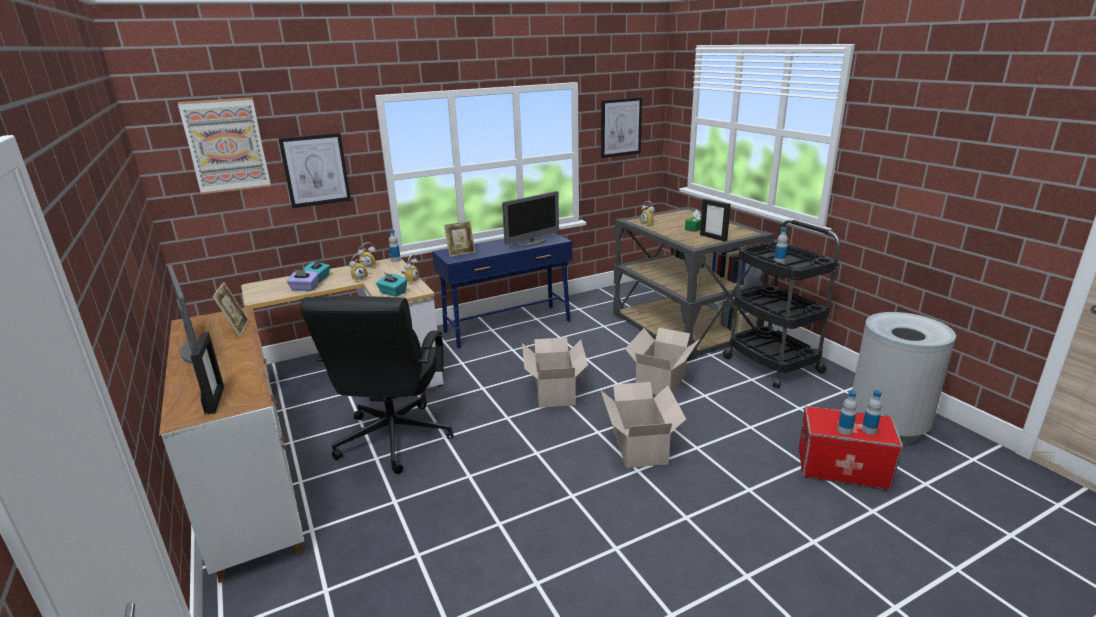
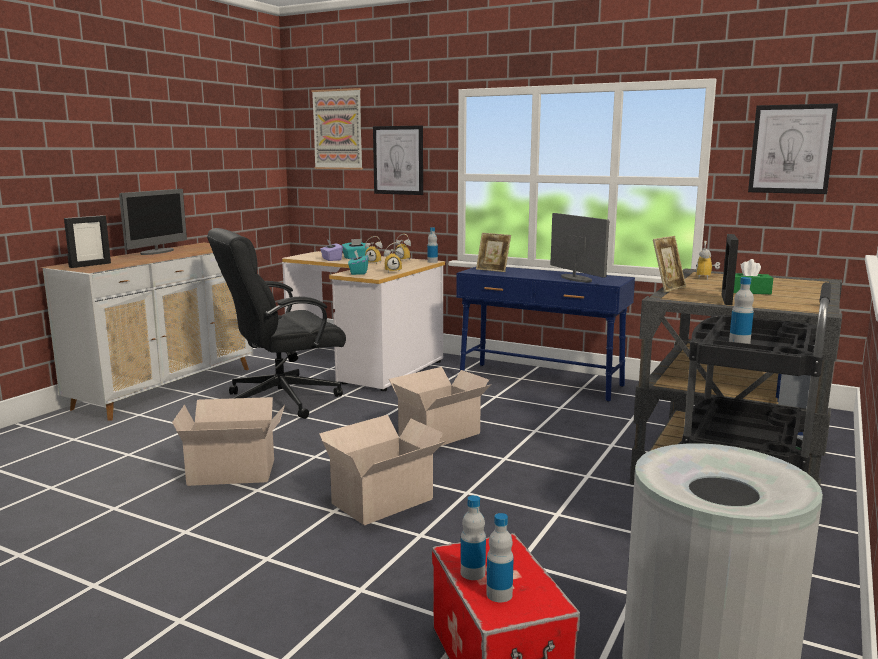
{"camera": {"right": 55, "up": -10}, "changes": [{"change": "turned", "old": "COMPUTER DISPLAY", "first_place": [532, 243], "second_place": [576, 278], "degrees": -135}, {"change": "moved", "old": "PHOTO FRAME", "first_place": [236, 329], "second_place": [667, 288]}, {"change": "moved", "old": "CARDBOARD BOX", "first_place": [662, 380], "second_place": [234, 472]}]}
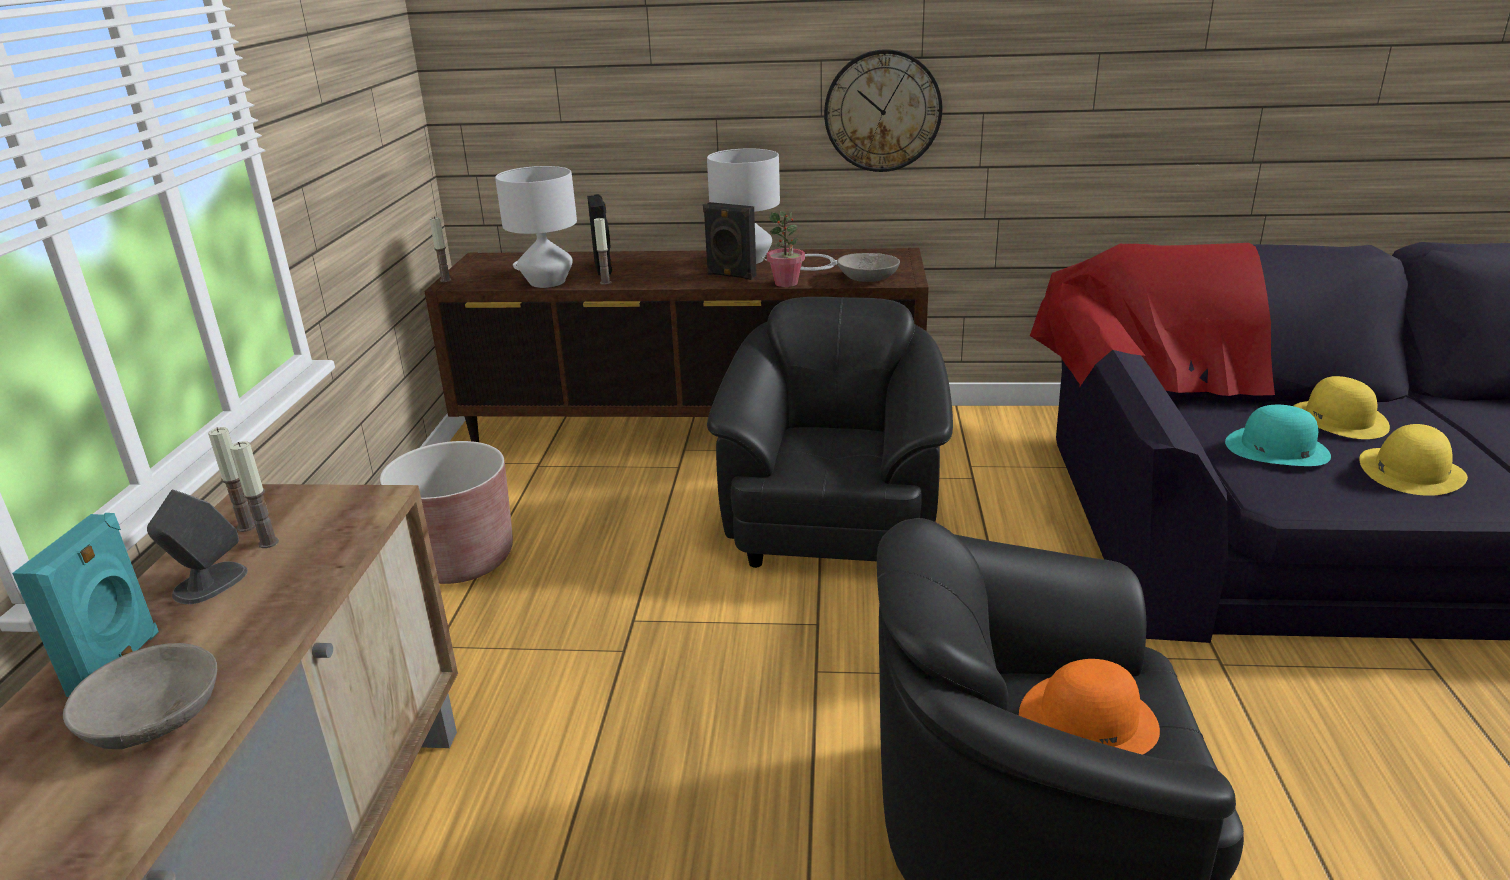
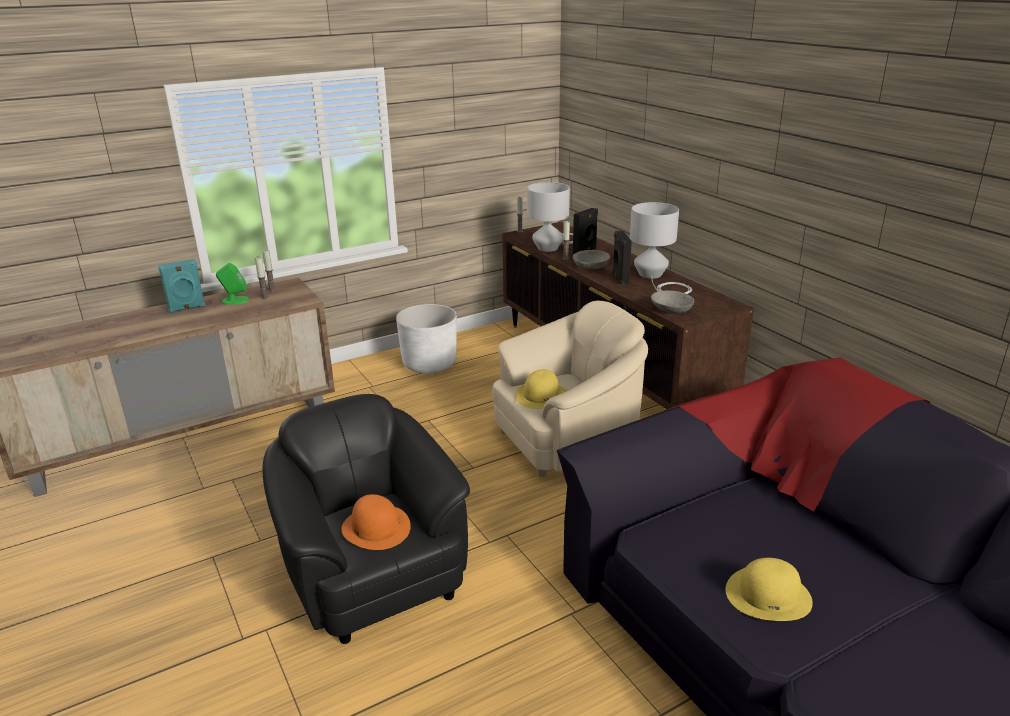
{"camera": {"right": 55, "up": 0}, "changes": [{"change": "removed", "old": "CLOCK ON THE WALL", "first_place": [882, 111]}, {"change": "removed", "old": "PLANT IN A POT", "first_place": [786, 283]}, {"change": "recoloured", "old": "BLACKISH EASY CHAIR", "new": "BEIGE EASY CHAIR", "first_place": [833, 524], "second_place": [567, 440]}, {"change": "moved", "old": "YELLOWISH HAT", "first_place": [1339, 419], "second_place": [541, 395]}, {"change": "removed", "old": "BLUE-GREEN HAT", "first_place": [1276, 448]}, {"change": "recoloured", "old": "BROWNISH PLANT POT", "new": "WHITE-COLOURED PLANT POT", "first_place": [460, 559], "second_place": [429, 364]}, {"change": "recoloured", "old": "GREYISH SPEAKER", "new": "GREENISH SPEAKER", "first_place": [209, 583], "second_place": [235, 300]}, {"change": "moved", "old": "GREYISH DEEP DISH", "first_place": [154, 717], "second_place": [591, 266]}]}
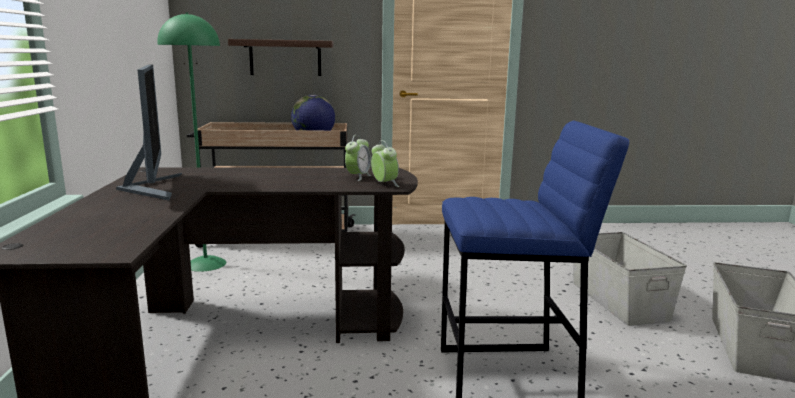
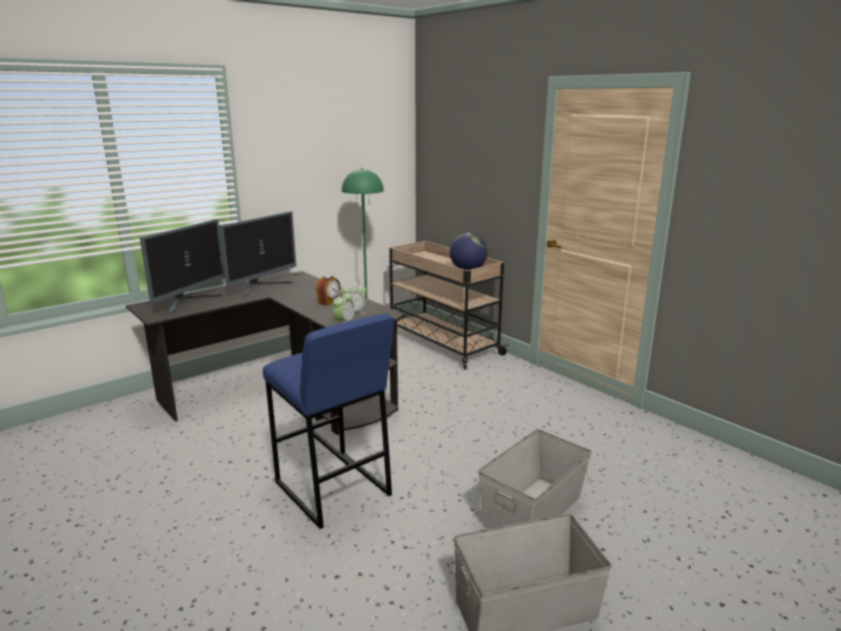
{"camera": {"right": 55, "up": 5}, "changes": [{"change": "removed", "old": "WALL SHELF", "first_place": [285, 58]}, {"change": "added", "new": "COMPUTER DISPLAY", "second_place": [189, 302]}, {"change": "added", "new": "ALARM CLOCK", "second_place": [329, 302]}]}
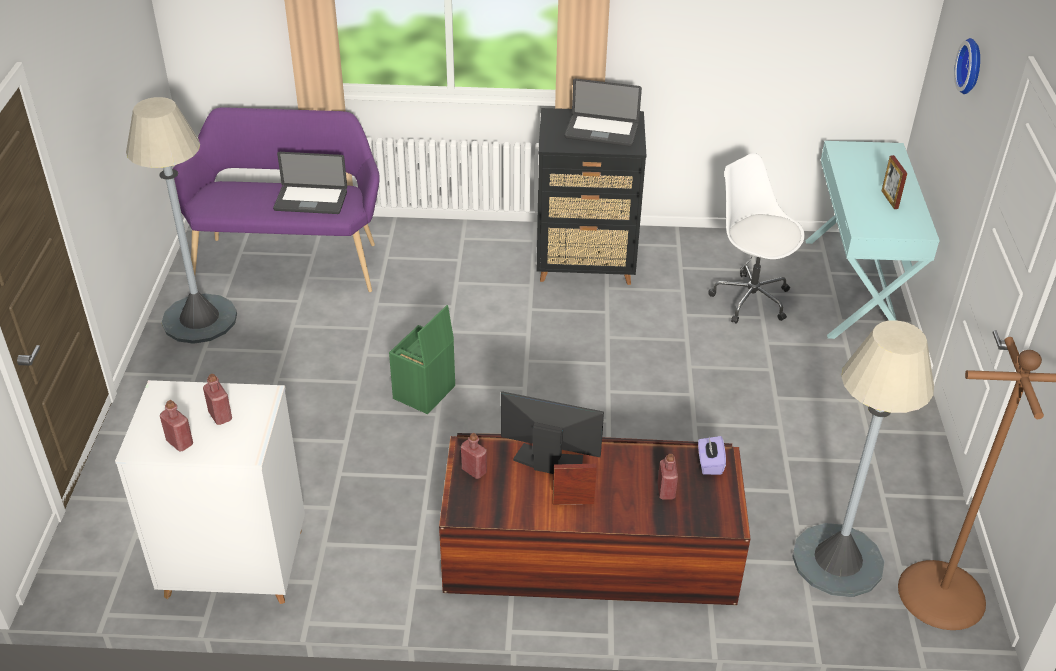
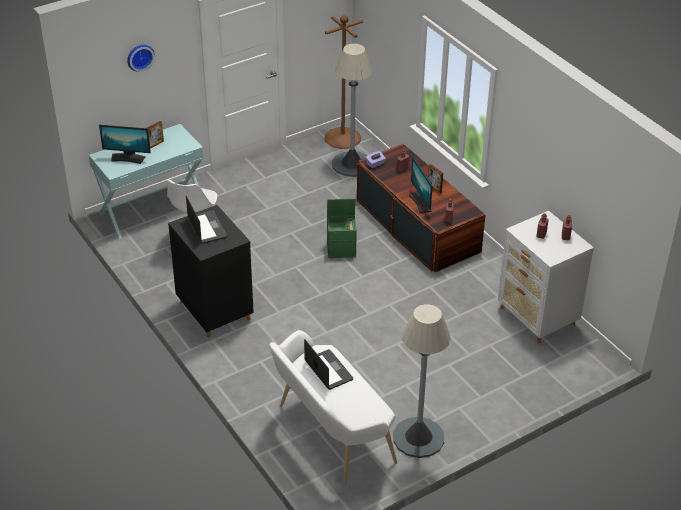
{"camera": {"right": -125, "up": 0}, "changes": [{"change": "recoloured", "old": "PURPLE-COLOURED LONG SEAT", "new": "WHITE-COLOURED LONG SEAT", "first_place": [290, 260], "second_place": [330, 435]}, {"change": "moved", "old": "GREENISH STORAGE BIN", "first_place": [424, 393], "second_place": [342, 249]}, {"change": "added", "new": "COMPUTER DISPLAY", "second_place": [127, 158]}]}
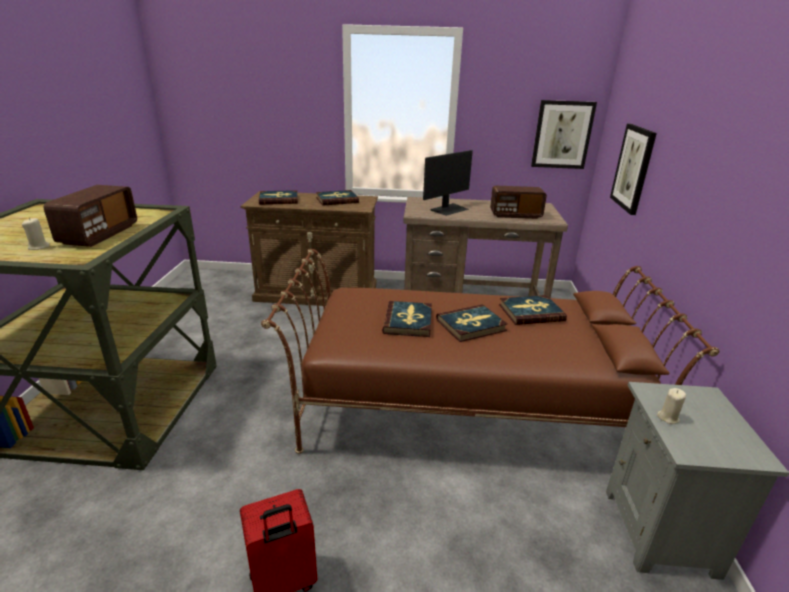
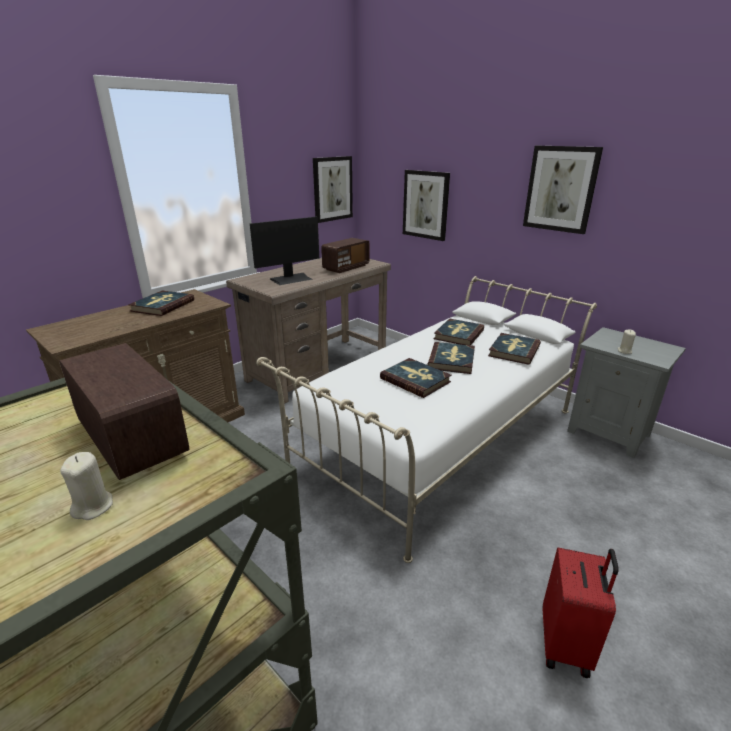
{"camera": {"right": -50, "up": 0}, "changes": [{"change": "turned", "old": "COMPUTER DISPLAY", "first_place": [449, 209], "second_place": [291, 279], "degrees": 60}, {"change": "moved", "old": "BOUND BOOK", "first_place": [279, 200], "second_place": [513, 351]}, {"change": "recoloured", "old": "BROWNISH BED", "new": "WHITE-COLOURED BED", "first_place": [463, 407], "second_place": [439, 440]}, {"change": "added", "new": "WALL ART", "second_place": [560, 189]}]}
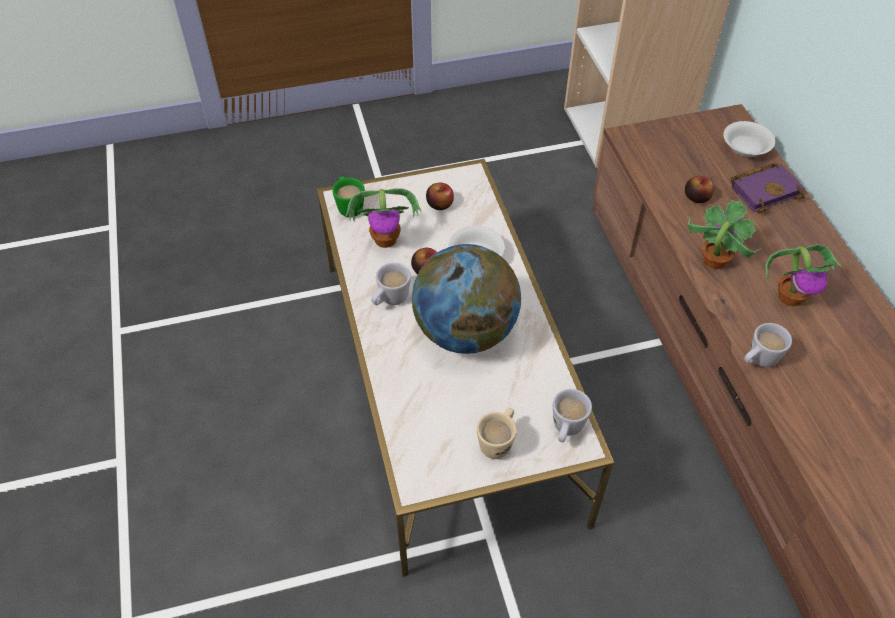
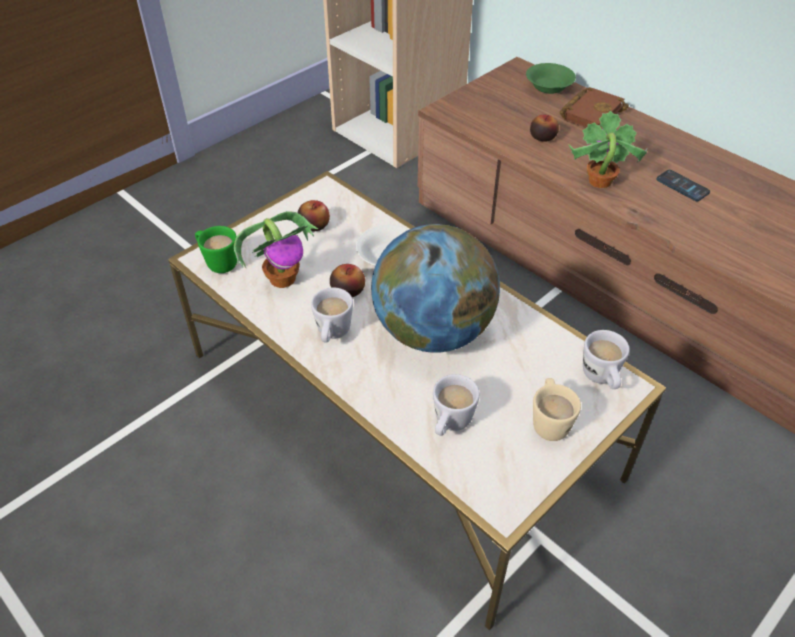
{"camera": {"right": -30, "up": -5}, "changes": [{"change": "recoloured", "old": "WHITE-COLOURED DEEP DISH", "new": "GREENISH DEEP DISH", "first_place": [745, 148], "second_place": [548, 87]}, {"change": "recoloured", "old": "PURPLE-COLOURED BOUND BOOK", "new": "BROWNISH BOUND BOOK", "first_place": [765, 190], "second_place": [591, 113]}, {"change": "replaced", "old": "PLANT IN A POT", "new": "TELEPHONE", "first_place": [790, 297], "second_place": [682, 186]}, {"change": "moved", "old": "WHITE-COLOURED TEA MUG", "first_place": [758, 360], "second_place": [450, 425]}]}
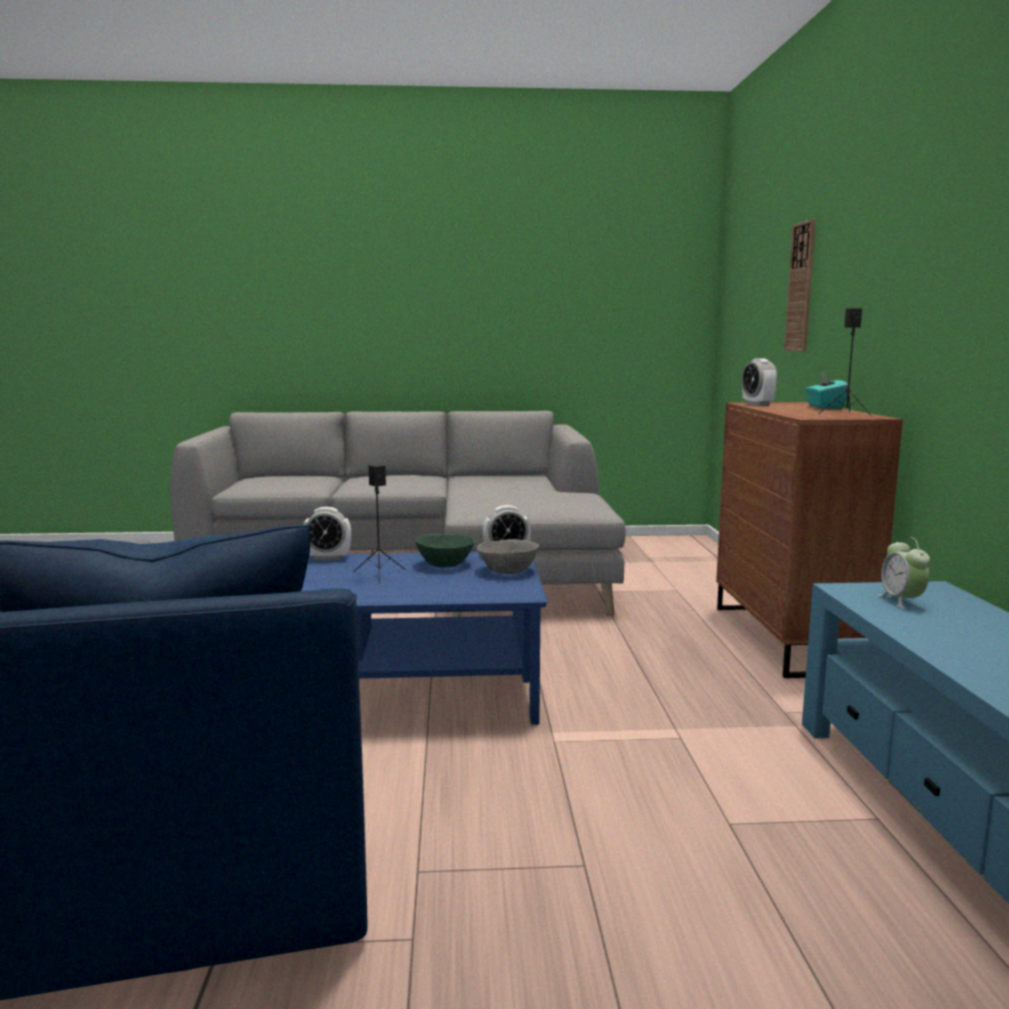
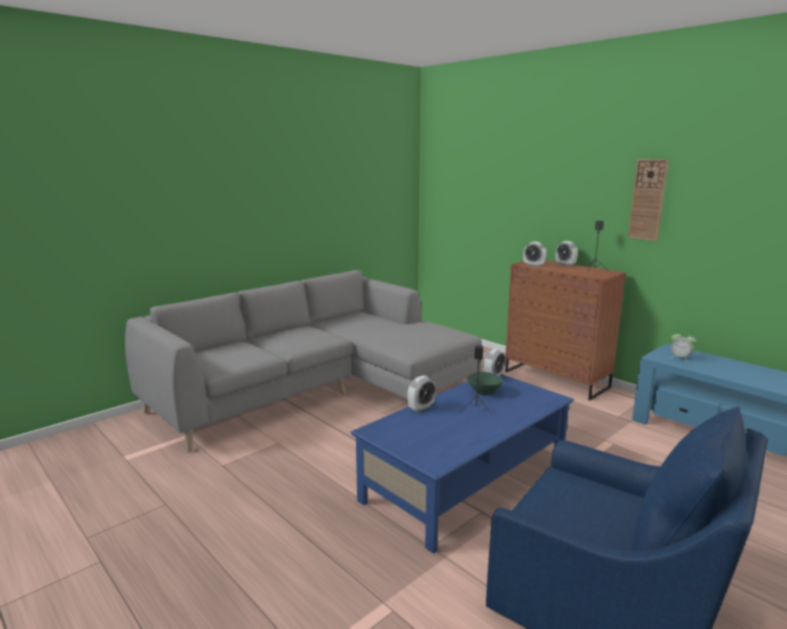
{"camera": {"right": -40, "up": 5}, "changes": [{"change": "moved", "old": "CLOCK ON THE WALL", "first_place": [801, 287], "second_place": [647, 199]}, {"change": "replaced", "old": "BLUE-GREEN TISSUE HOLDER", "new": "ALARM CLOCK", "first_place": [824, 407], "second_place": [565, 264]}, {"change": "removed", "old": "GREYISH DEEP DISH", "first_place": [508, 570]}]}
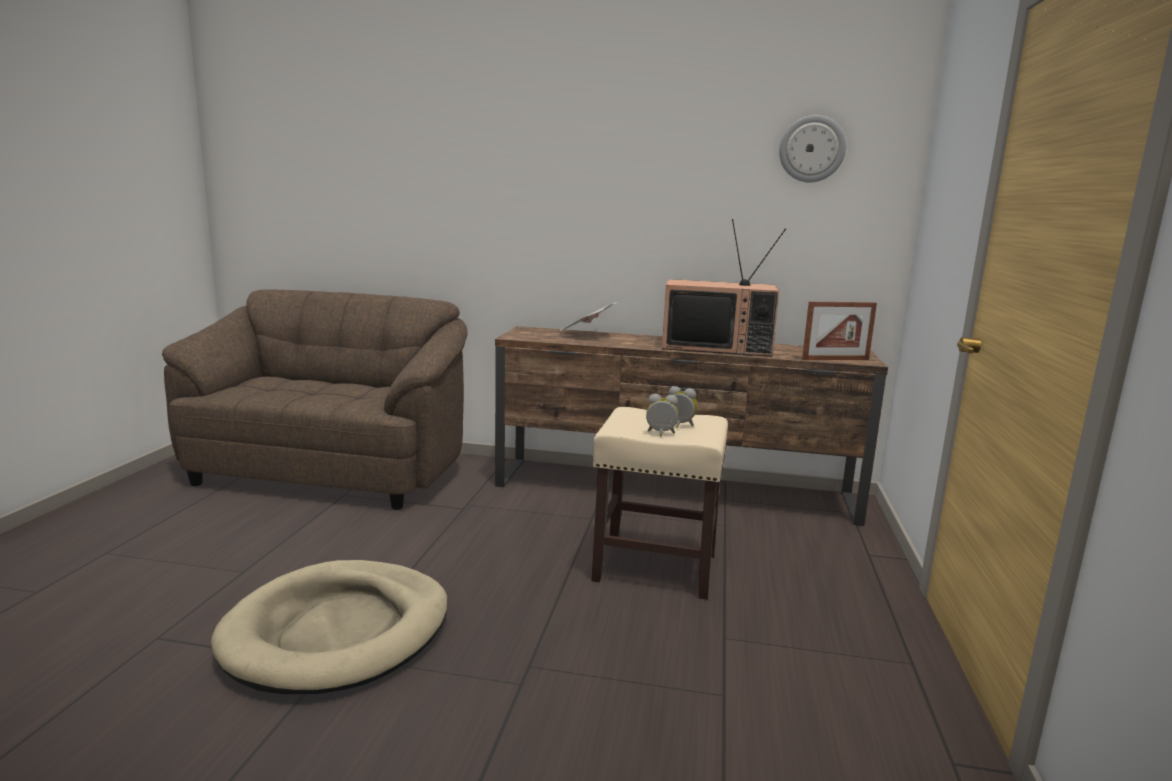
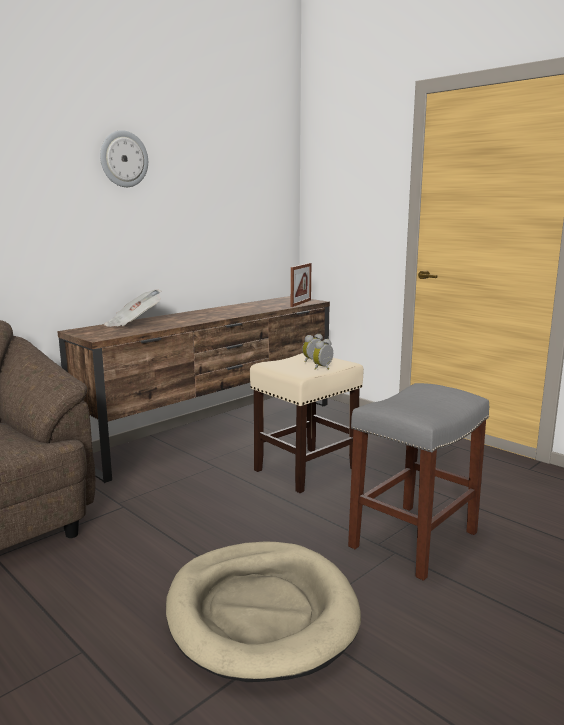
{"camera": {"right": -55, "up": 0}, "changes": [{"change": "moved", "old": "CLOCK ON THE WALL", "first_place": [812, 149], "second_place": [123, 159]}, {"change": "removed", "old": "TELEVISION", "first_place": [718, 347]}, {"change": "added", "new": "GREYISH STOOL SEAT", "second_place": [413, 540]}]}
